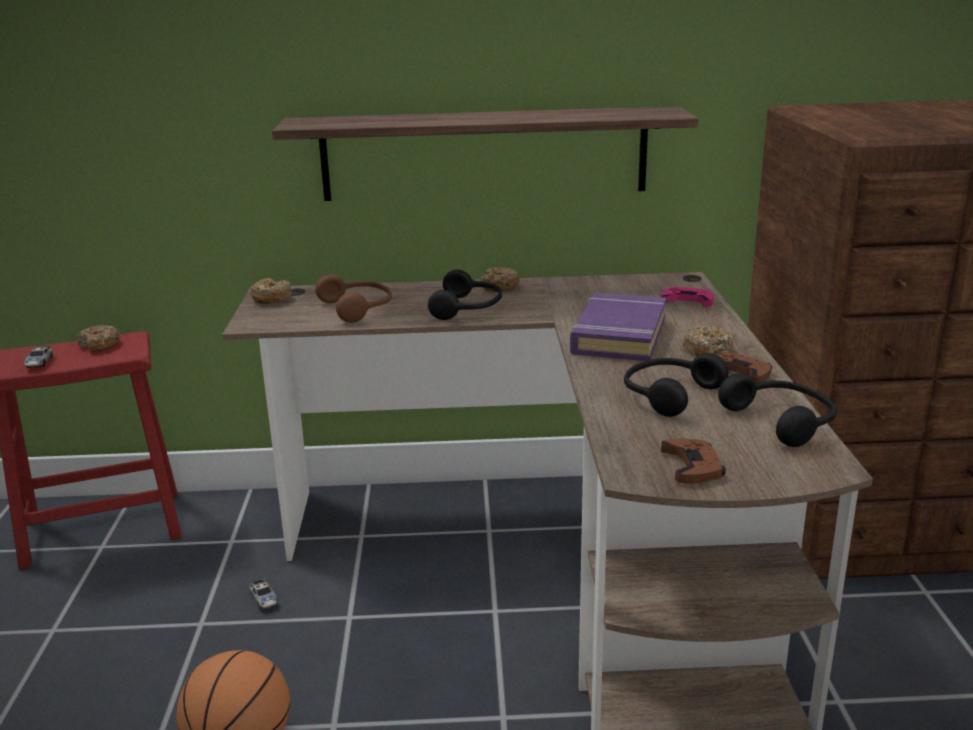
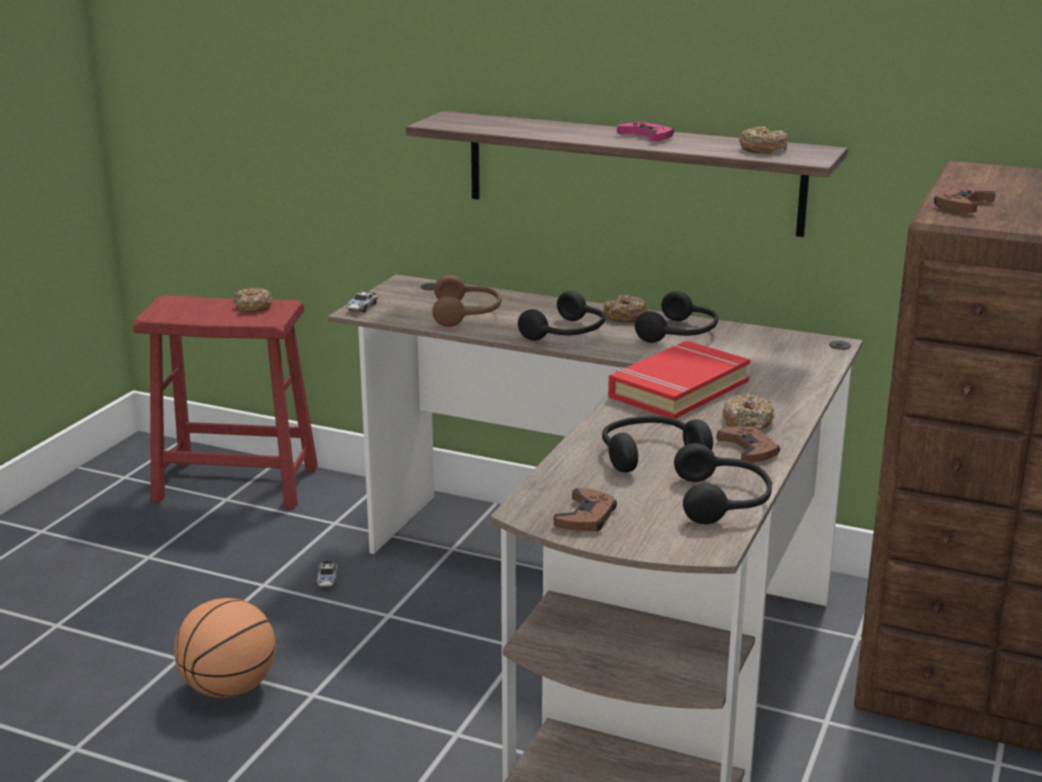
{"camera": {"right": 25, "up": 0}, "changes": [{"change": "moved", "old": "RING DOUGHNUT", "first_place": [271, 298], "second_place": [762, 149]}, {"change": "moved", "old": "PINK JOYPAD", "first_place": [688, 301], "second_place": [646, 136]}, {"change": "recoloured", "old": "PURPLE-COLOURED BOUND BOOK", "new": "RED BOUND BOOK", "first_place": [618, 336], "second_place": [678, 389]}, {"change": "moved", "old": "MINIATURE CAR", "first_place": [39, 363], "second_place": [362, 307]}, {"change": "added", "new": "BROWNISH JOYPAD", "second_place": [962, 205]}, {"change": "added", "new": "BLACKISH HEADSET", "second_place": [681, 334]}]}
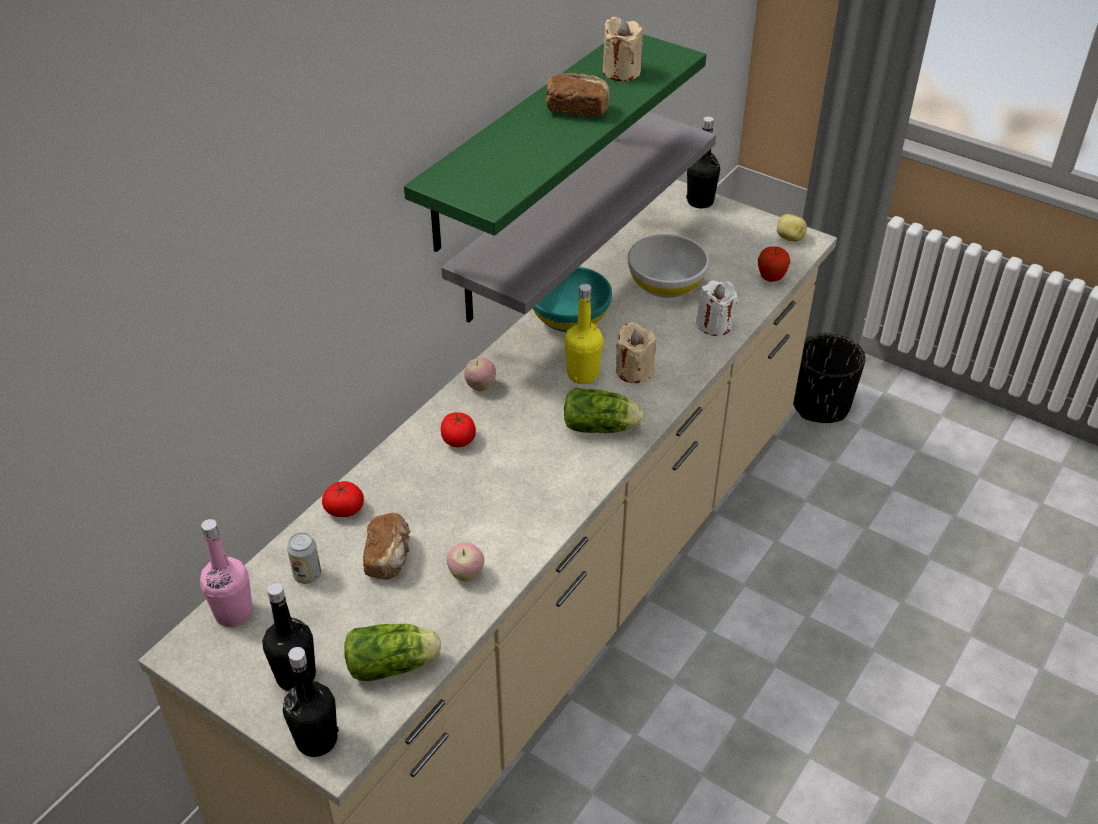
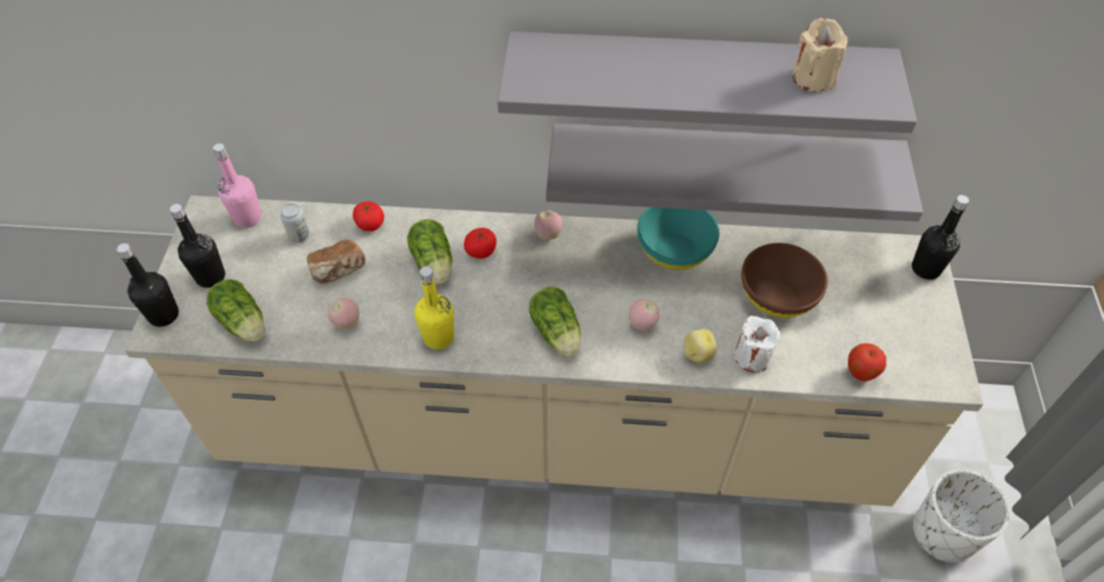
{"camera": {"right": 60, "up": 10}, "changes": [{"change": "recoloured", "old": "GREENISH WALL SHELF", "new": "GREYISH WALL SHELF", "first_place": [524, 140], "second_place": [696, 77]}, {"change": "removed", "old": "BREAD", "first_place": [577, 109]}, {"change": "moved", "old": "SPUD", "first_place": [790, 238], "second_place": [697, 354]}, {"change": "recoloured", "old": "WHITE-COLOURED DEEP DISH", "new": "BROWNISH DEEP DISH", "first_place": [665, 284], "second_place": [777, 296]}, {"change": "moved", "old": "YELLOWISH DRINK BOTTLE", "first_place": [583, 374], "second_place": [438, 337]}, {"change": "replaced", "old": "BEIGE CANDLE", "new": "WHOLE APPLE", "first_place": [634, 371], "second_place": [642, 324]}, {"change": "recoloured", "old": "BLACKISH PLANT POT", "new": "WHITE-COLOURED PLANT POT", "first_place": [820, 405], "second_place": [943, 533]}, {"change": "added", "new": "LETTUCE", "second_place": [434, 265]}]}
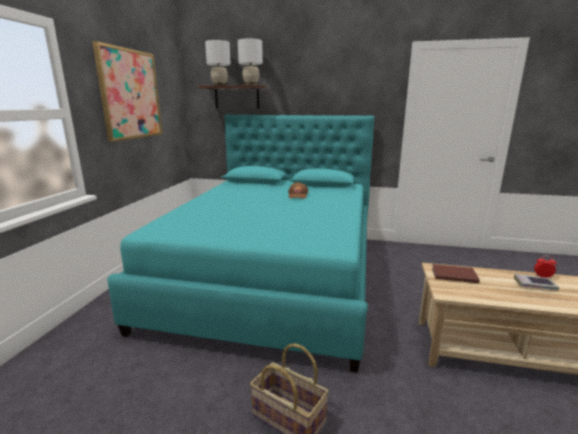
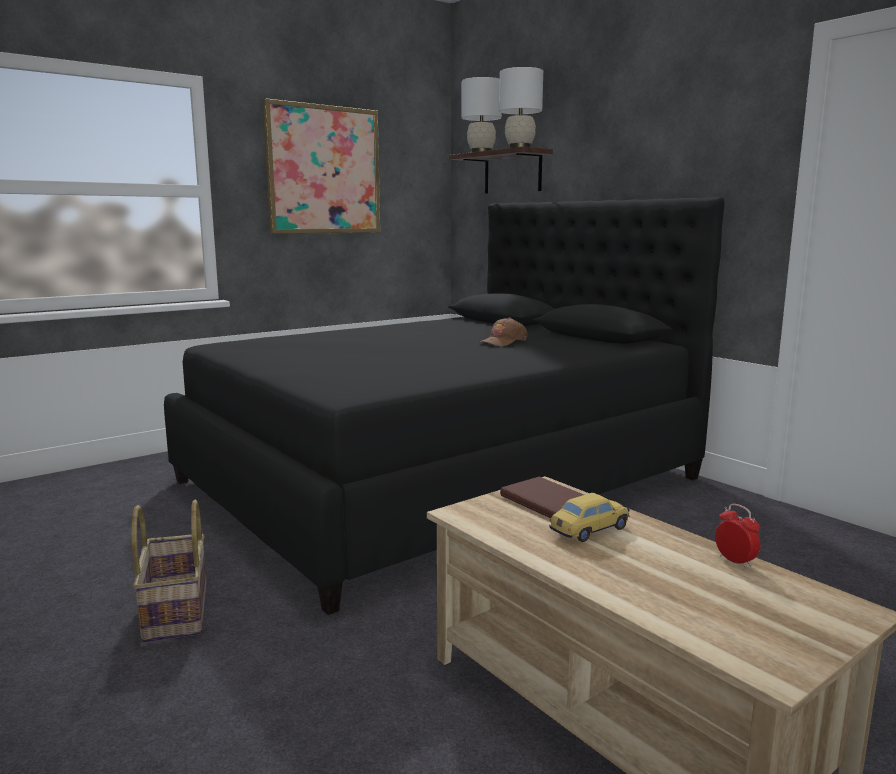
{"camera": {"right": 40, "up": -5}, "changes": [{"change": "recoloured", "old": "BLUE-GREEN BED", "new": "BLACKISH BED", "first_place": [273, 275], "second_place": [439, 479]}, {"change": "removed", "old": "BOUND BOOK", "first_place": [534, 285]}, {"change": "added", "new": "MINIATURE CAR", "second_place": [589, 531]}]}
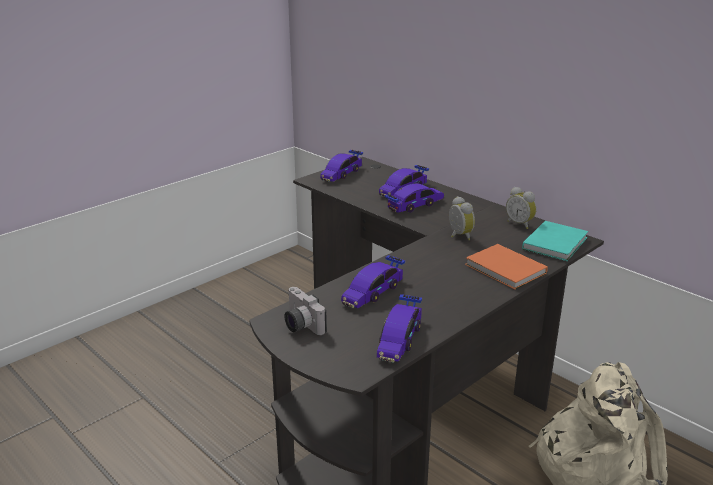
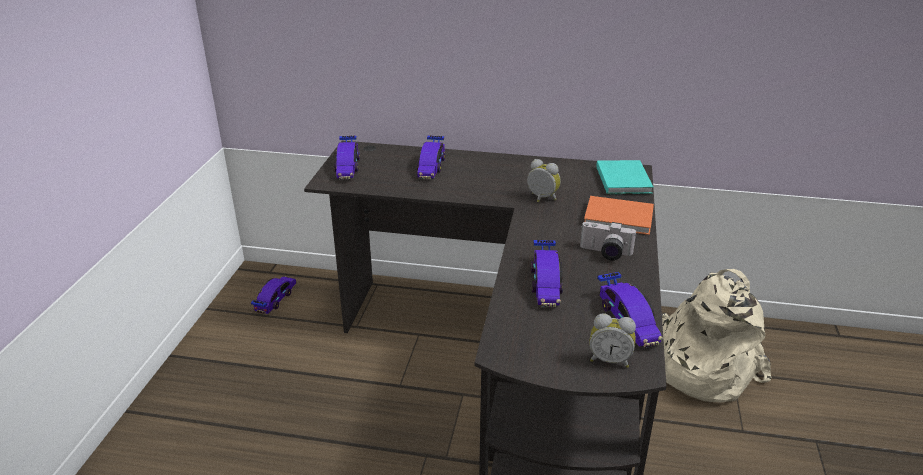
{"camera": {"right": -35, "up": 5}, "changes": [{"change": "moved", "old": "MINIATURE CAR", "first_place": [415, 205], "second_place": [276, 299]}, {"change": "moved", "old": "ALARM CLOCK", "first_place": [520, 224], "second_place": [609, 360]}, {"change": "moved", "old": "STILL CAMERA", "first_place": [300, 325], "second_place": [605, 253]}]}
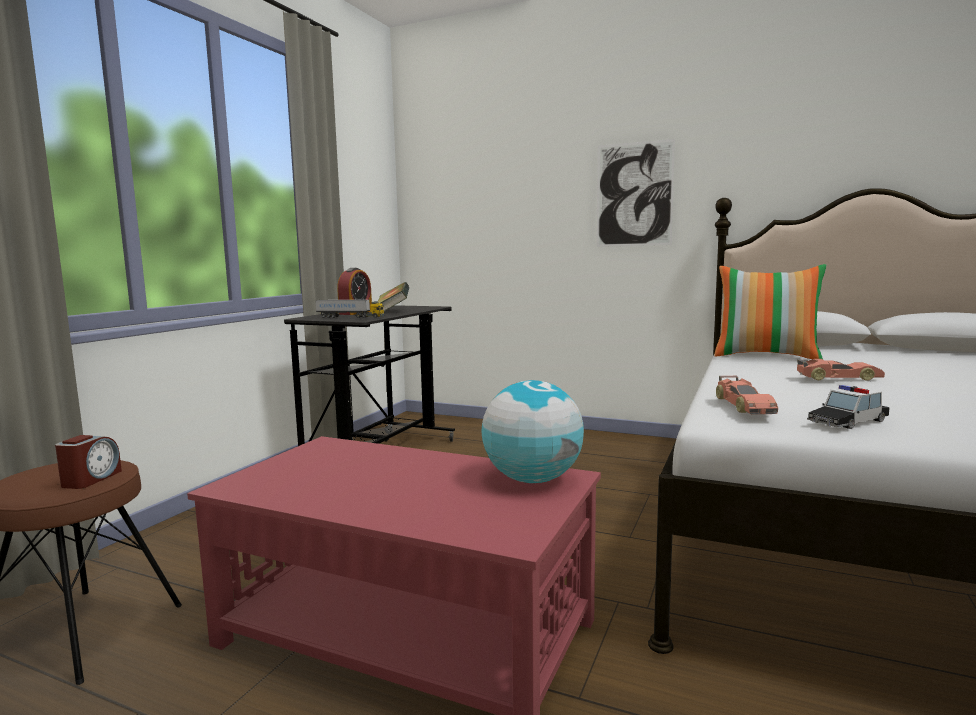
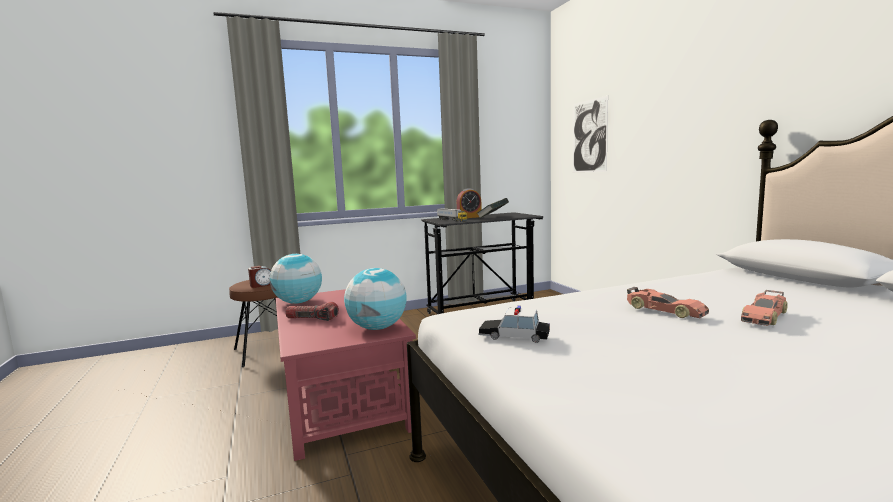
{"camera": {"right": 45, "up": 0}, "changes": [{"change": "moved", "old": "WALL ART", "first_place": [634, 194], "second_place": [589, 136]}, {"change": "removed", "old": "THROW PILLOW", "first_place": [766, 356]}, {"change": "moved", "old": "MINIATURE CAR", "first_place": [743, 405], "second_place": [764, 316]}, {"change": "added", "new": "GLOBE", "second_place": [298, 302]}, {"change": "added", "new": "FLASHLIGHT", "second_place": [312, 319]}]}
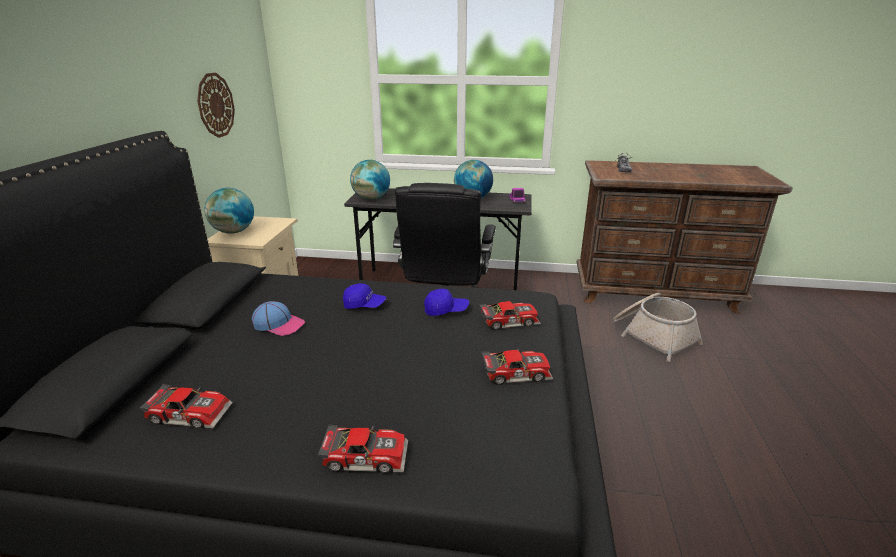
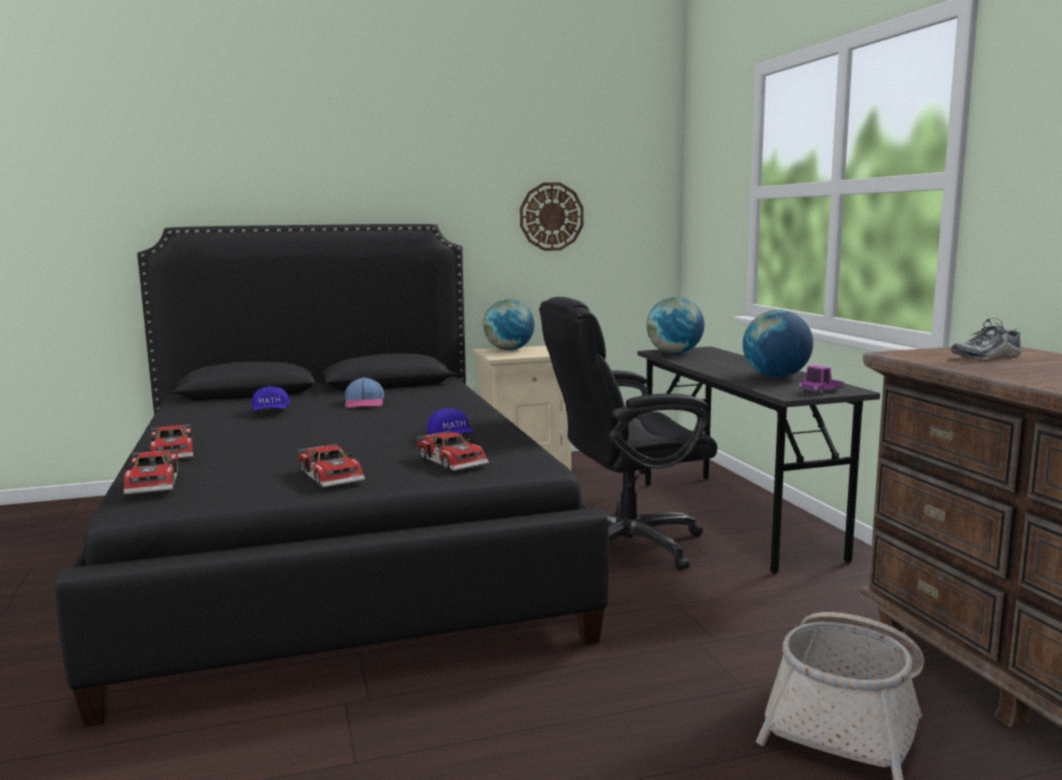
{"camera": {"right": 65, "up": -15}, "changes": [{"change": "moved", "old": "BLUISH PEAKED CAP", "first_place": [364, 305], "second_place": [271, 412]}, {"change": "moved", "old": "MINIATURE CAR", "first_place": [191, 412], "second_place": [156, 482]}]}
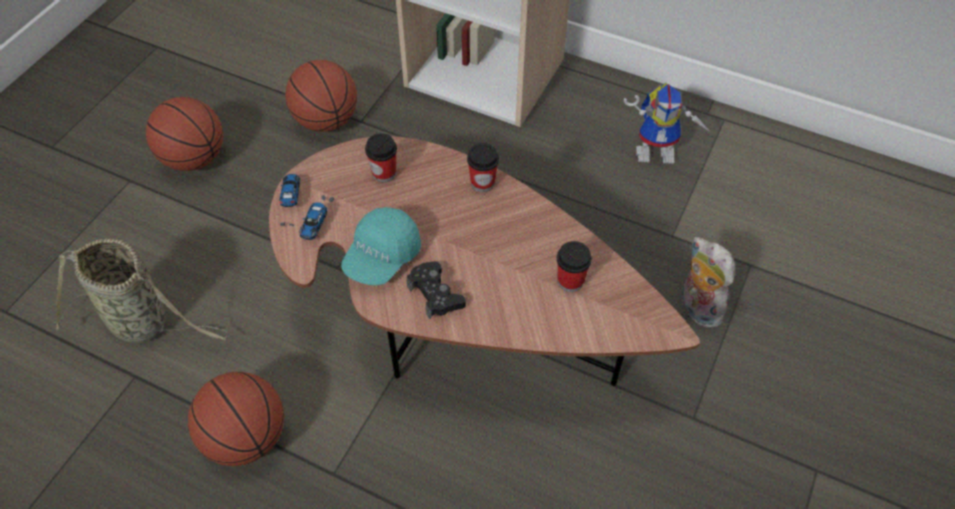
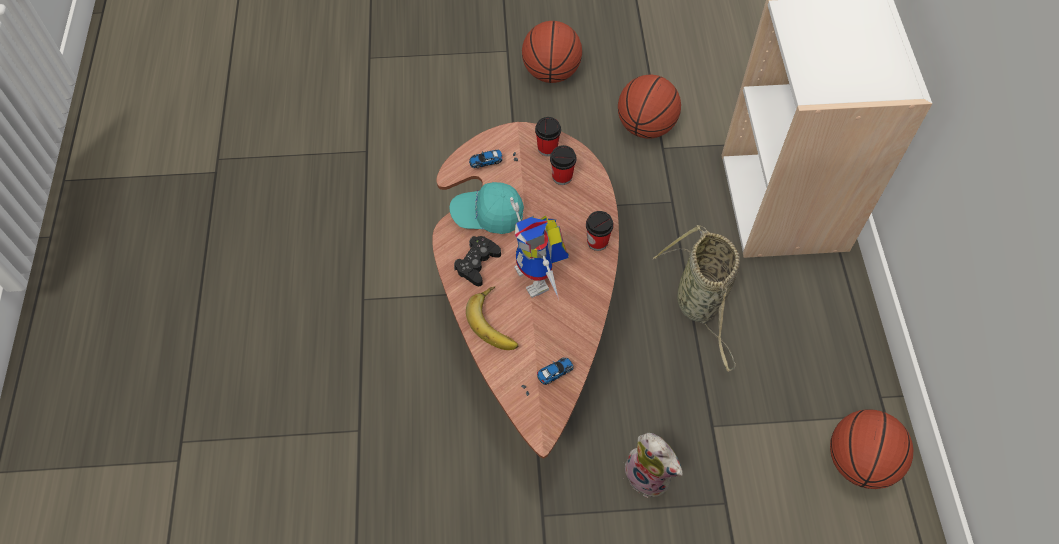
{"camera": {"right": 60, "up": 5}, "changes": [{"change": "moved", "old": "TOY ROBOT", "first_place": [658, 151], "second_place": [539, 278]}, {"change": "moved", "old": "MINIATURE CAR", "first_place": [290, 204], "second_place": [547, 378]}, {"change": "turned", "old": "SOFT TOY", "first_place": [696, 307], "second_place": [650, 475], "degrees": 105}, {"change": "moved", "old": "HOUSEHOLD BASKET", "first_place": [143, 322], "second_place": [700, 305]}, {"change": "moved", "old": "SMALL CUP", "first_place": [570, 281], "second_place": [547, 148]}, {"change": "moved", "old": "BASKETBALL BALL", "first_place": [247, 437], "second_place": [859, 462]}, {"change": "added", "new": "WHOLE BANANA", "second_place": [497, 322]}]}
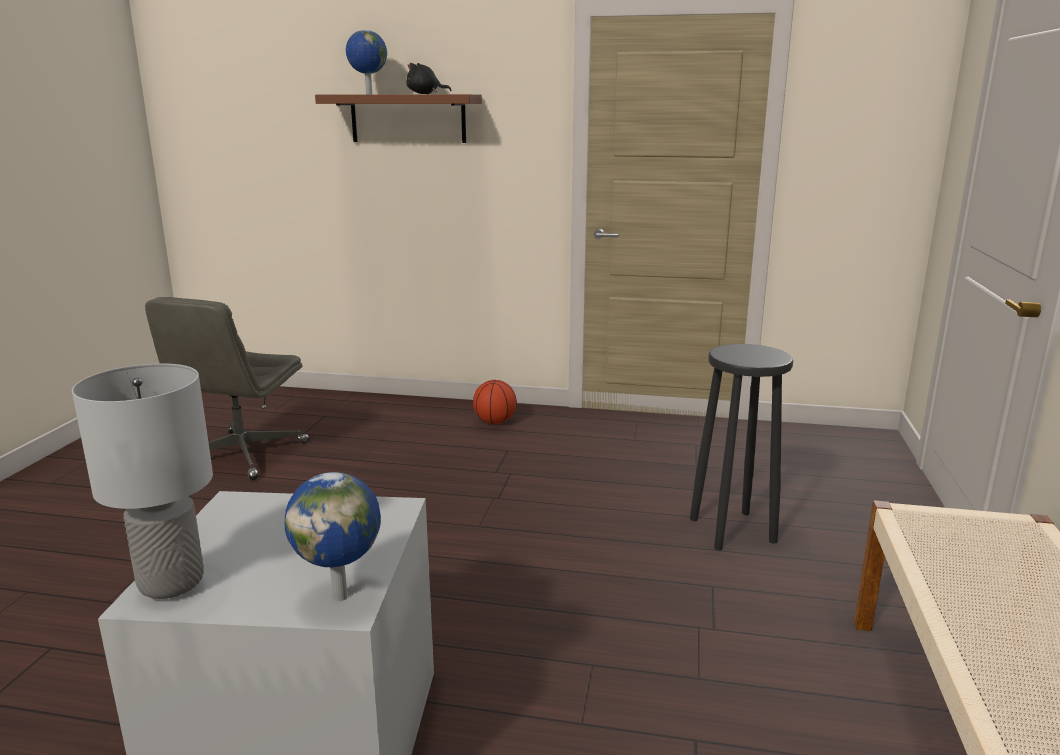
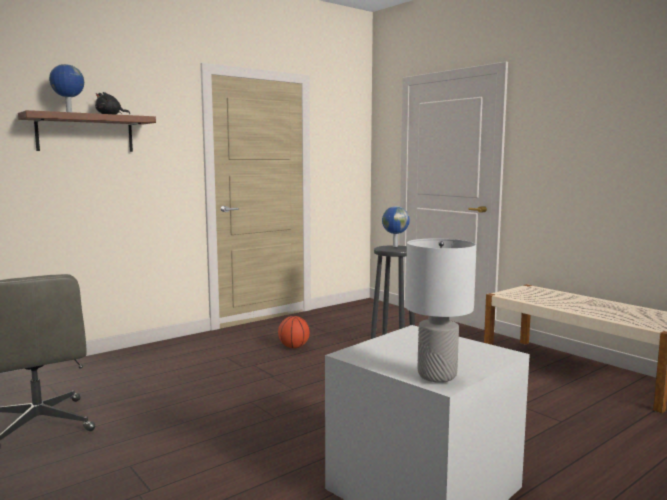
{"camera": {"right": -50, "up": -10}, "changes": [{"change": "moved", "old": "BASKETBALL BALL", "first_place": [495, 422], "second_place": [293, 347]}, {"change": "moved", "old": "GLOBE", "first_place": [341, 595], "second_place": [395, 246]}]}
